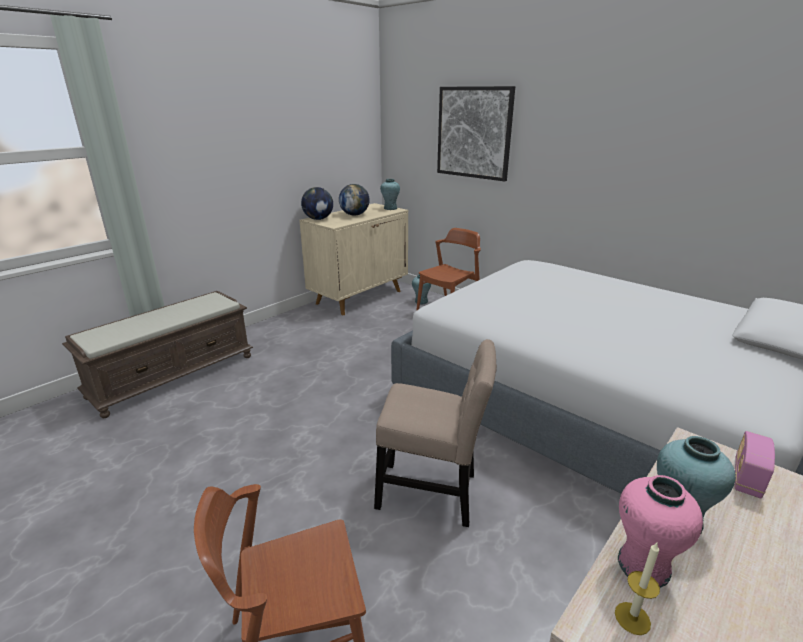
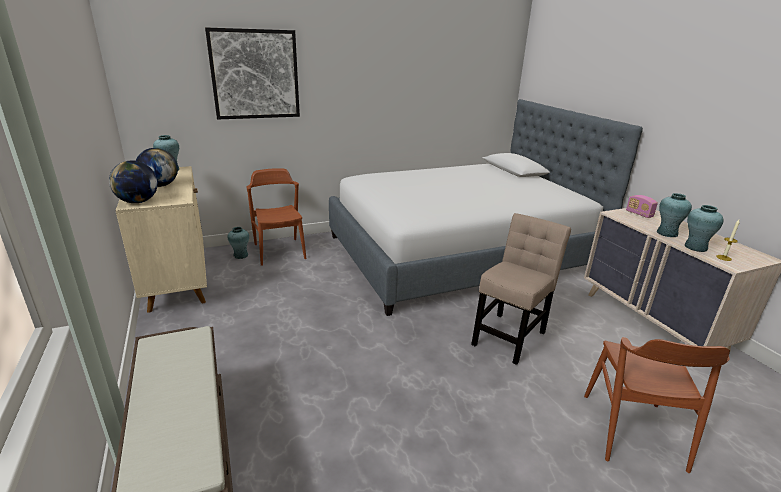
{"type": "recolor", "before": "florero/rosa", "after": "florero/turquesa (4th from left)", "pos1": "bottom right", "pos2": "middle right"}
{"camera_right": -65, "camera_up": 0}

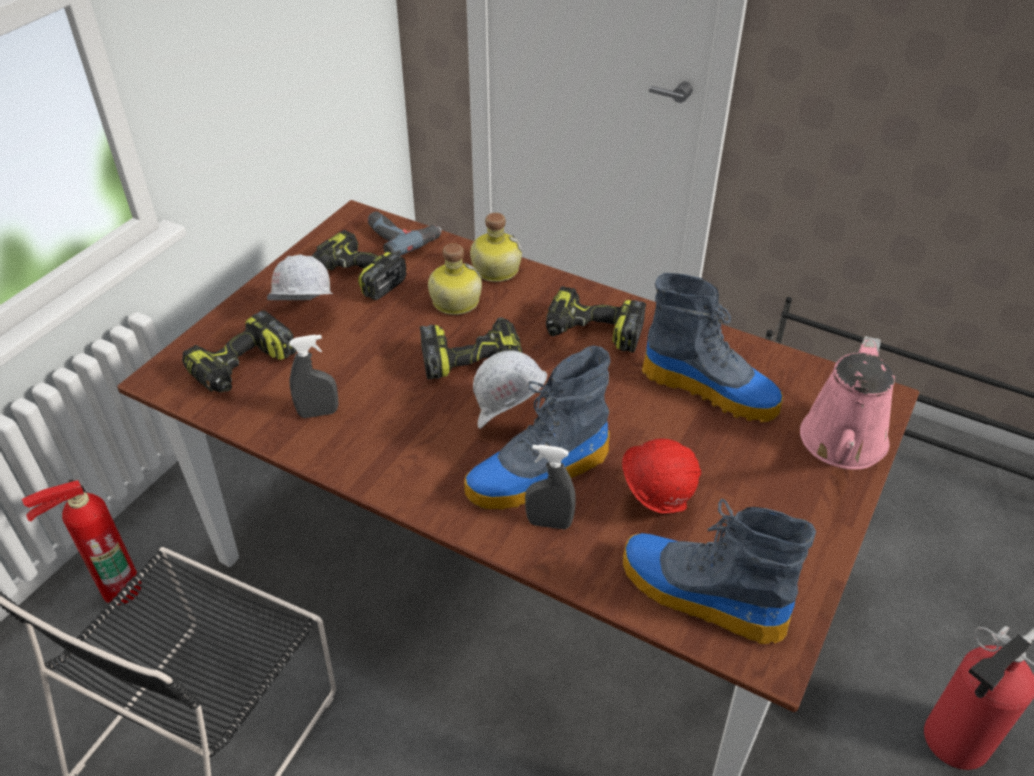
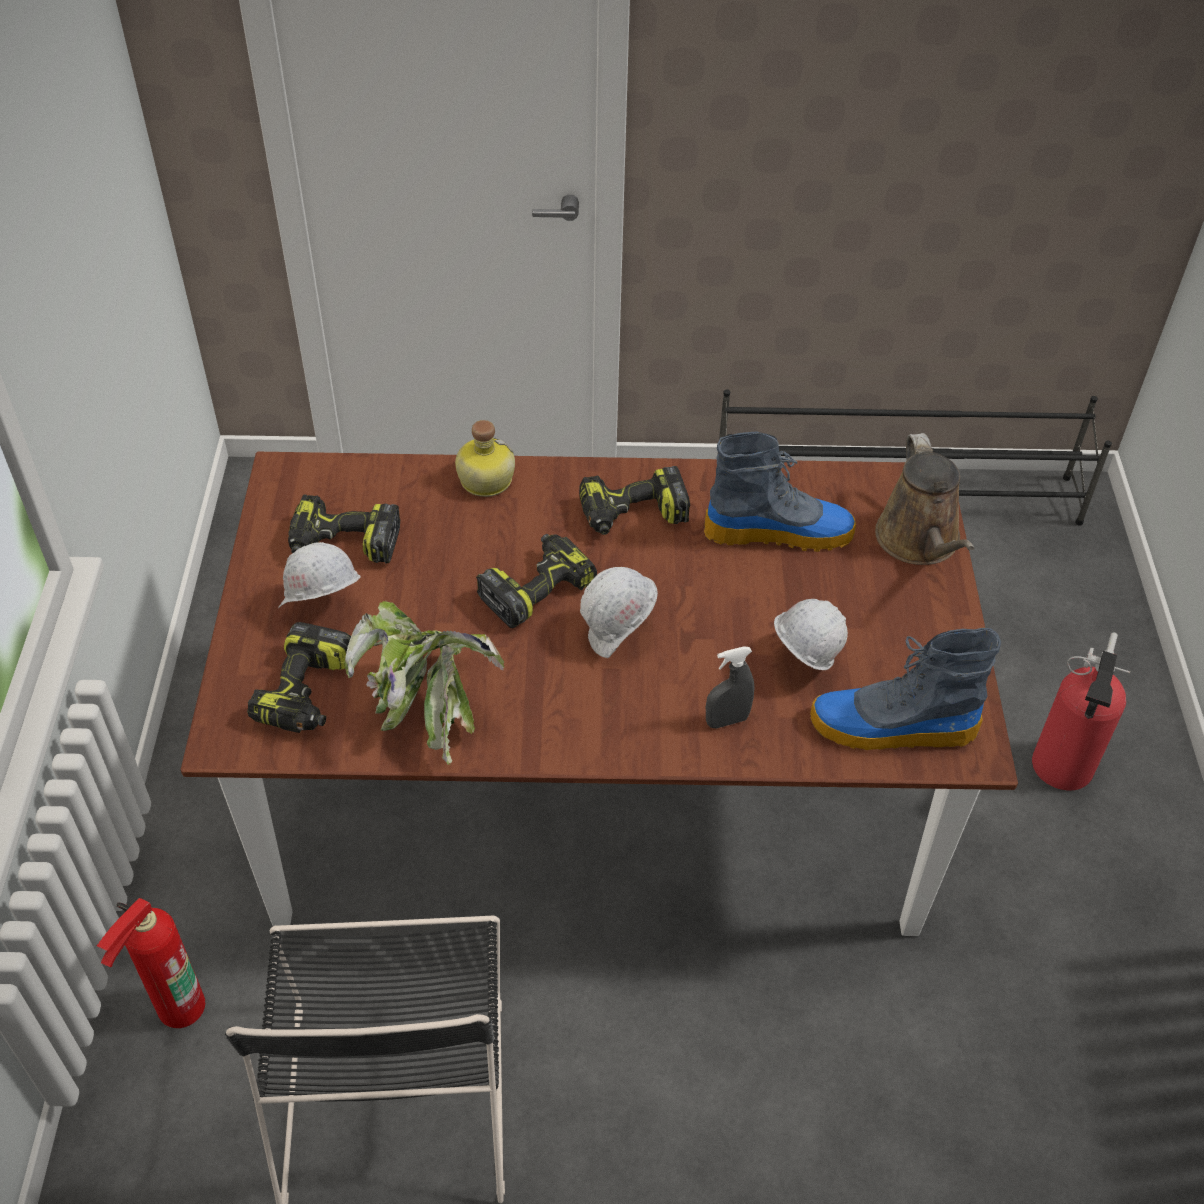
{"type": "replace", "before": "pulverizador/gris (1st from left)", "after": "planta en maceta", "pos1": "middle left", "pos2": "centre"}
{"type": "recolor", "before": "casco/rojo", "after": "casco/blanco (3rd from left)", "pos1": "centre", "pos2": "middle right"}
{"type": "recolor", "before": "regadera/rosa", "after": "regadera/marrón", "pos1": "middle right", "pos2": "middle right"}
{"type": "delete", "before": "taladro (3rd from left)", "pos1": "top centre"}
{"type": "delete", "before": "botella (1st from left)", "pos1": "centre"}
{"type": "delete", "before": "bota (1st from left)", "pos1": "centre"}
{"camera_right": -30, "camera_up": 5}

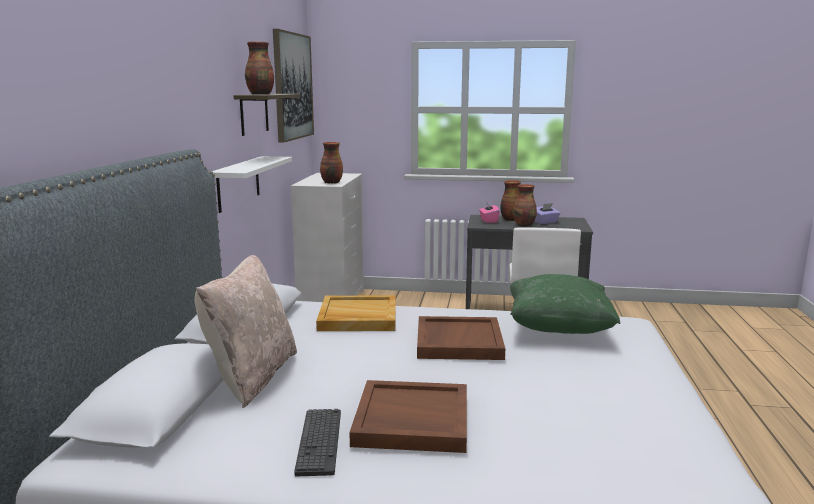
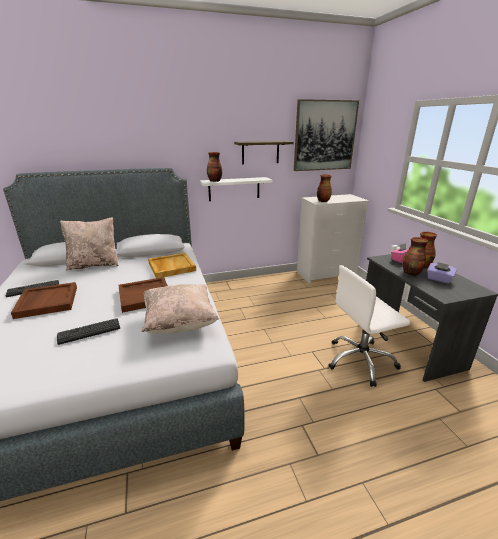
{"type": "insert", "after": "teclado (2nd from left)", "pos2": "middle left"}
{"type": "recolor", "before": "cojín/verde", "after": "cojín/beis (2nd from left)", "pos1": "middle right", "pos2": "centre"}
{"type": "move", "before": "florero (1st from left)", "pos1": "top left", "pos2": "top centre"}
{"camera_right": 65, "camera_up": 10}

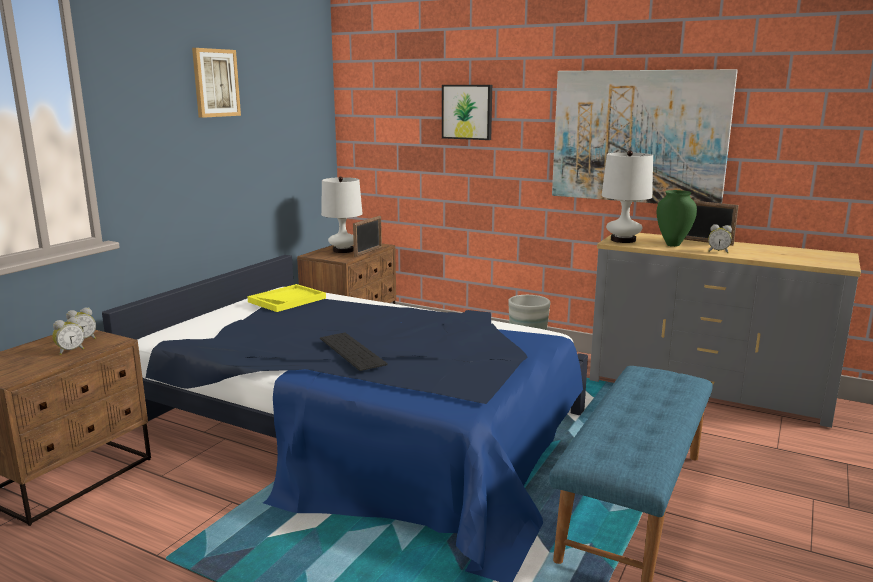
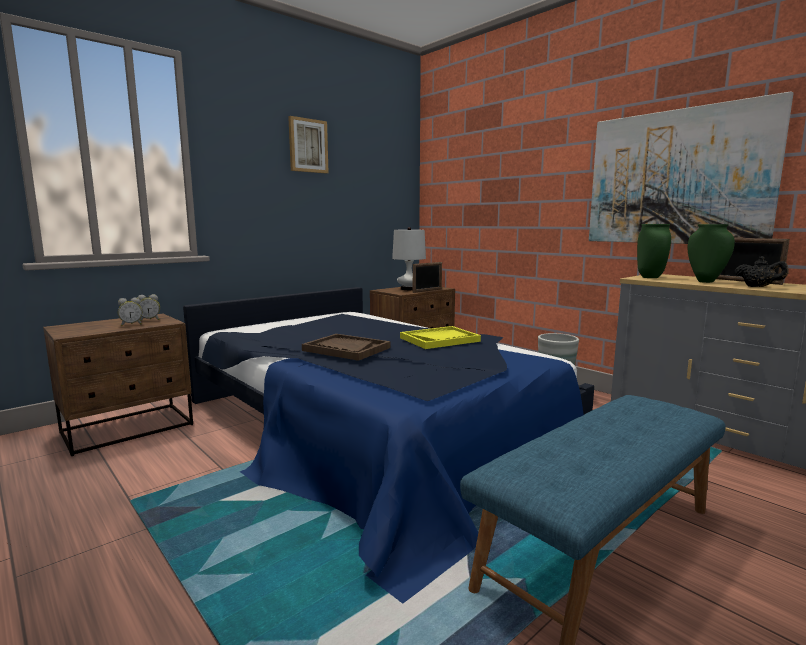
{"type": "replace", "before": "teclado", "after": "bandeja/marrón", "pos1": "centre", "pos2": "centre"}
{"type": "move", "before": "bandeja/amarillo", "pos1": "middle left", "pos2": "centre"}
{"type": "replace", "before": "lámpara de mesa/blanco (2nd from left)", "after": "florero/verde (1st from left)", "pos1": "middle right", "pos2": "middle right"}
{"type": "replace", "before": "despertador (3rd from left)", "after": "tetera/negro", "pos1": "middle right", "pos2": "middle right"}
{"type": "delete", "before": "cuadro (2nd from left)", "pos1": "top centre"}
{"camera_right": 20, "camera_up": -5}

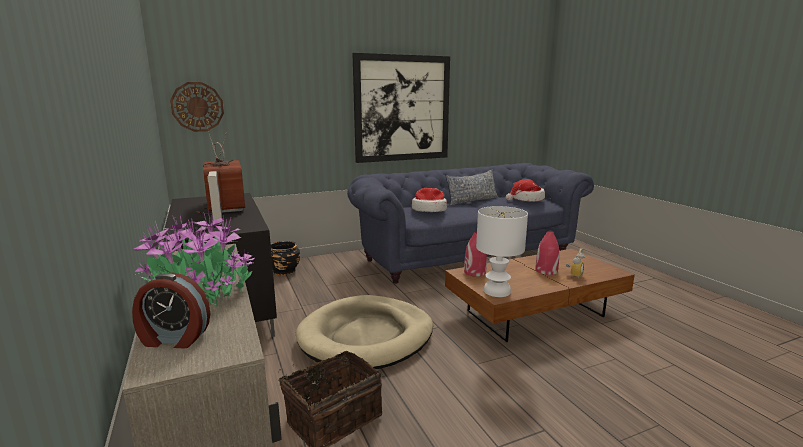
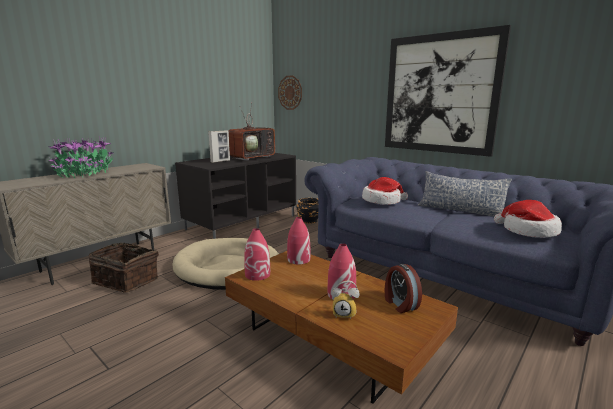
{"type": "replace", "before": "lámpara de mesa/blanco", "after": "florero/rojo (1st from left)", "pos1": "centre", "pos2": "centre"}
{"type": "move", "before": "despertador (1st from left in the first image)", "after": "despertador (2nd from left)", "pos1": "bottom left", "pos2": "bottom centre"}
{"camera_right": 65, "camera_up": 0}

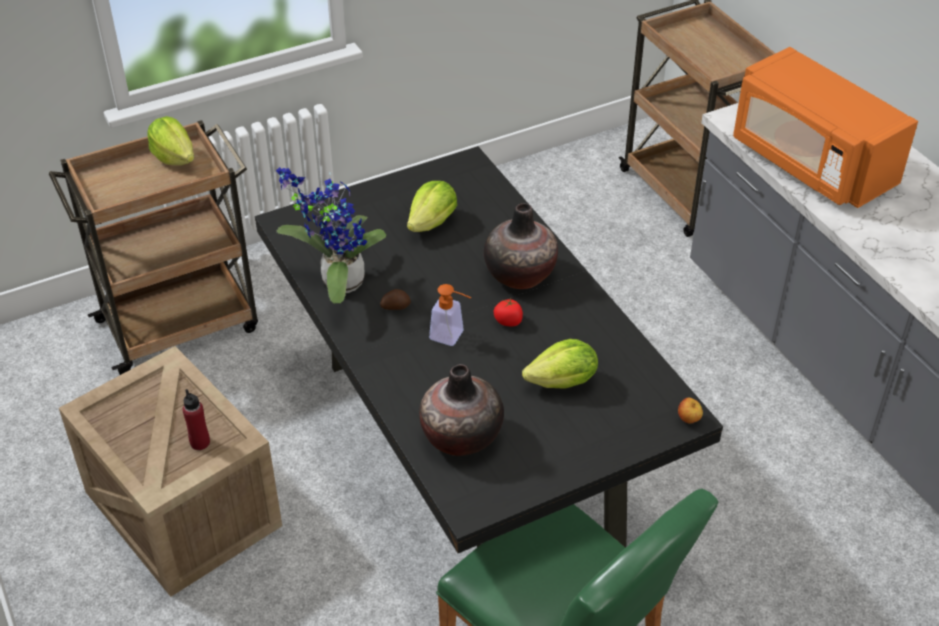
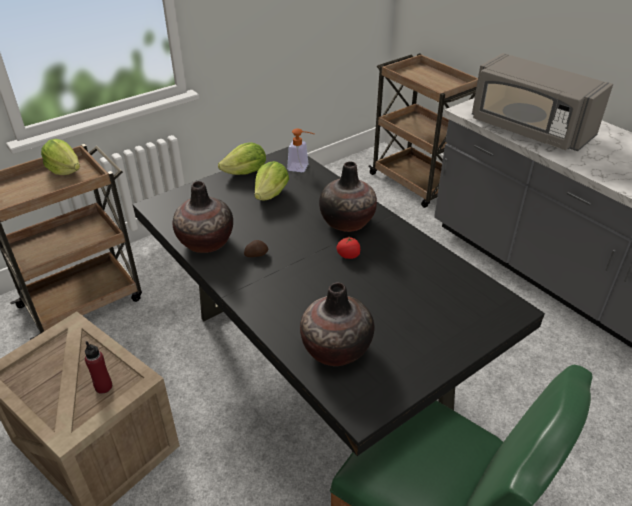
{"type": "replace", "before": "planta en maceta", "after": "florero (1st from left)", "pos1": "centre", "pos2": "middle left"}
{"type": "move", "before": "lechuga (3rd from left in the first image)", "after": "lechuga (2nd from left)", "pos1": "centre", "pos2": "top centre"}
{"type": "move", "before": "dispensador de jabón", "pos1": "centre", "pos2": "top centre"}
{"type": "recolor", "before": "microondas/naranja", "after": "microondas/gris", "pos1": "top right", "pos2": "top right"}
{"type": "delete", "before": "manzana", "pos1": "middle right"}
{"camera_right": -10, "camera_up": -5}

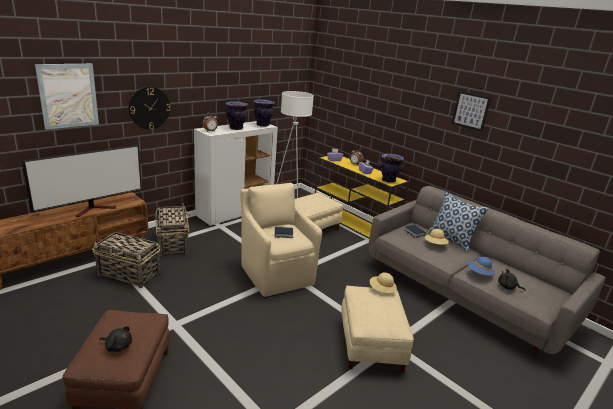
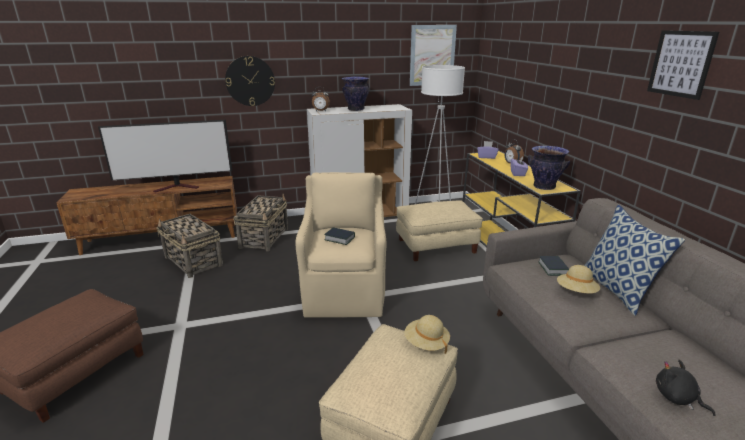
{"type": "move", "before": "cuadro (1st from left)", "pos1": "top left", "pos2": "top centre"}
{"type": "delete", "before": "peluche/negro (1st from left)", "pos1": "bottom left"}
{"type": "delete", "before": "florero (2nd from left)", "pos1": "top centre"}
{"type": "delete", "before": "sombrero/azul", "pos1": "middle right"}
{"camera_right": 30, "camera_up": 0}

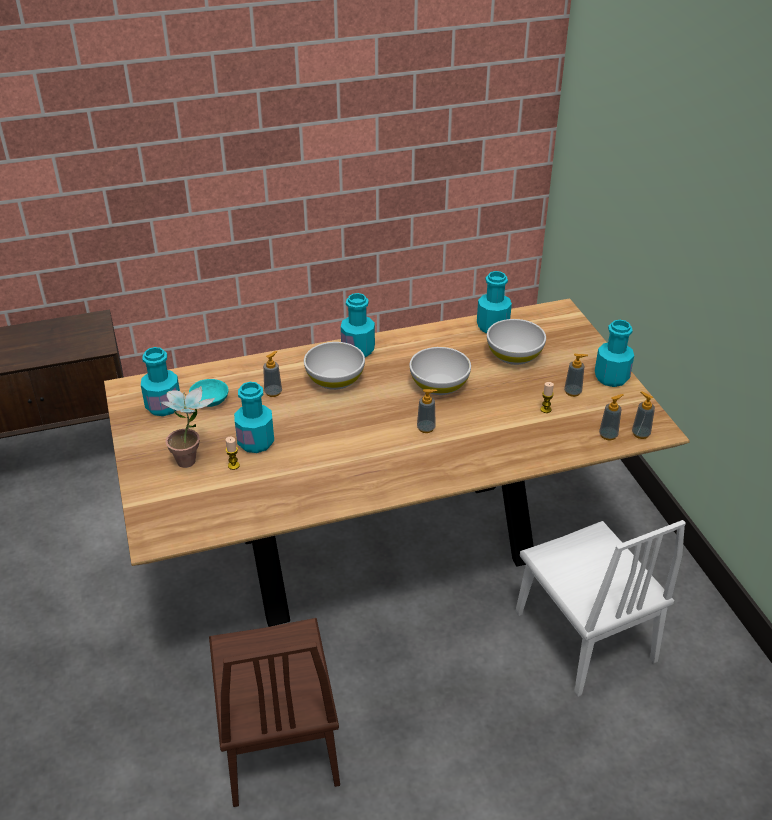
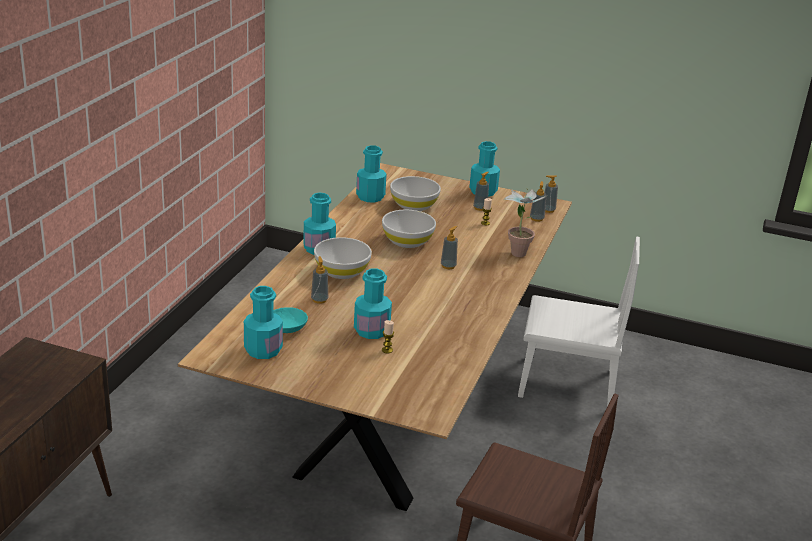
{"type": "move", "before": "planta en maceta", "pos1": "middle left", "pos2": "centre"}
{"camera_right": -55, "camera_up": -10}

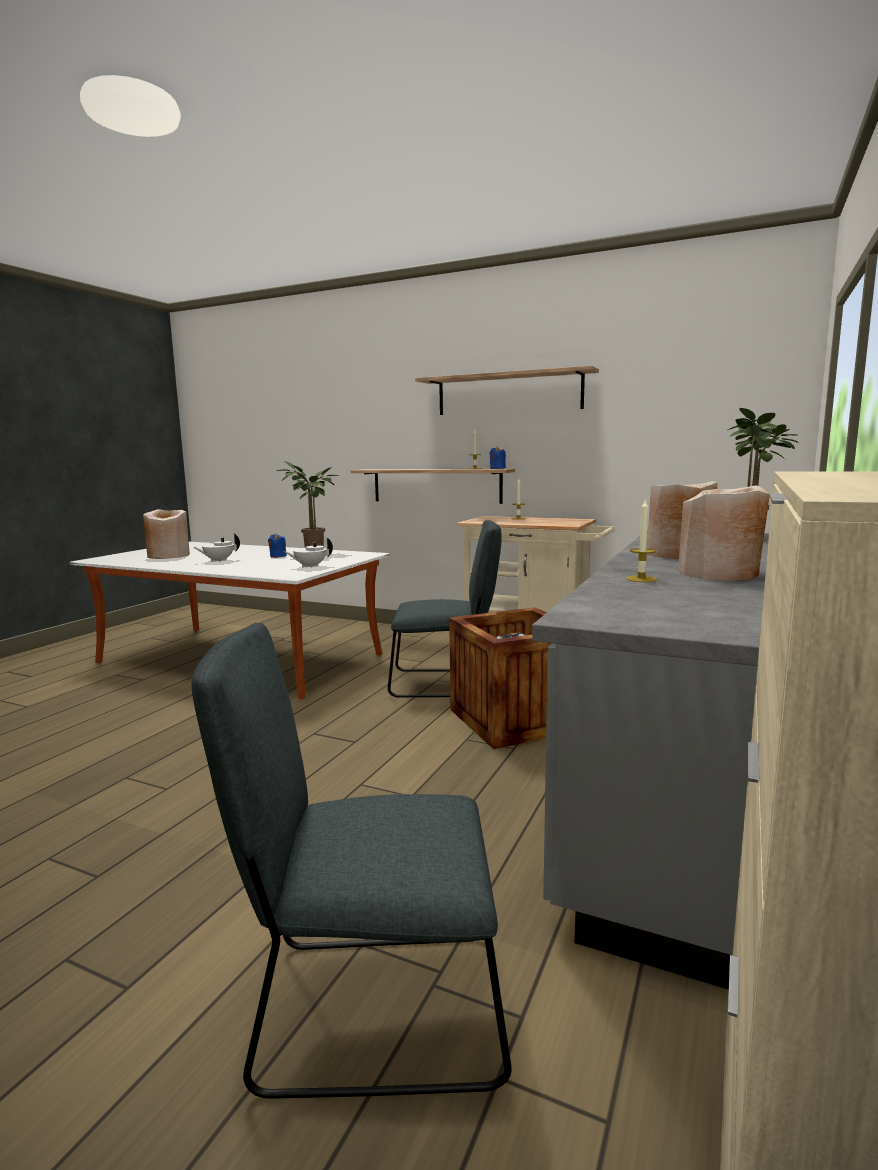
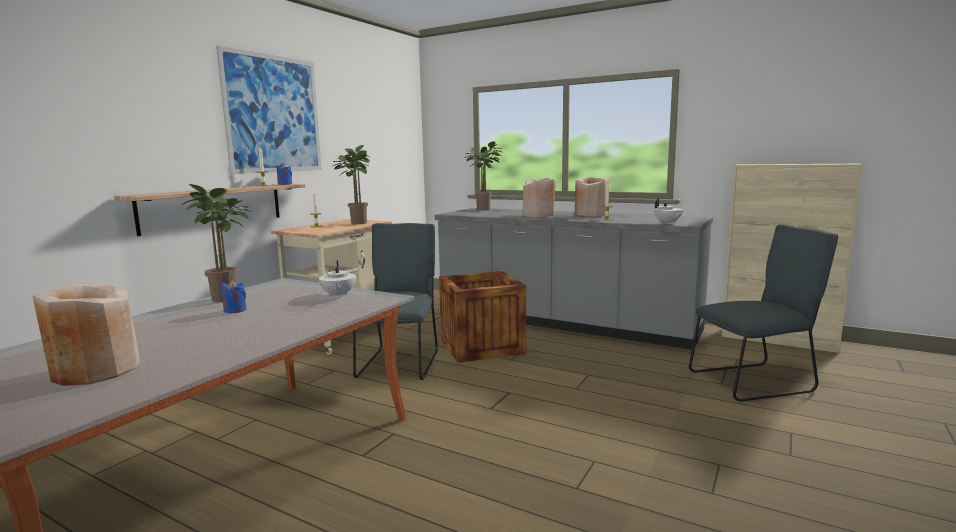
{"type": "replace", "before": "estante (2nd from left)", "after": "cuadro", "pos1": "centre", "pos2": "top left"}
{"type": "insert", "after": "planta en maceta (2nd from left)", "pos2": "centre"}
{"type": "move", "before": "tetera/blanco (1st from left in the first image)", "after": "tetera/blanco (2nd from left)", "pos1": "middle left", "pos2": "middle right"}
{"type": "rotate", "before": "silla/gris (1st from left in the first image)", "pos1": "bottom centre", "pos2": "middle right", "turn": -105}
{"camera_right": -85, "camera_up": 0}

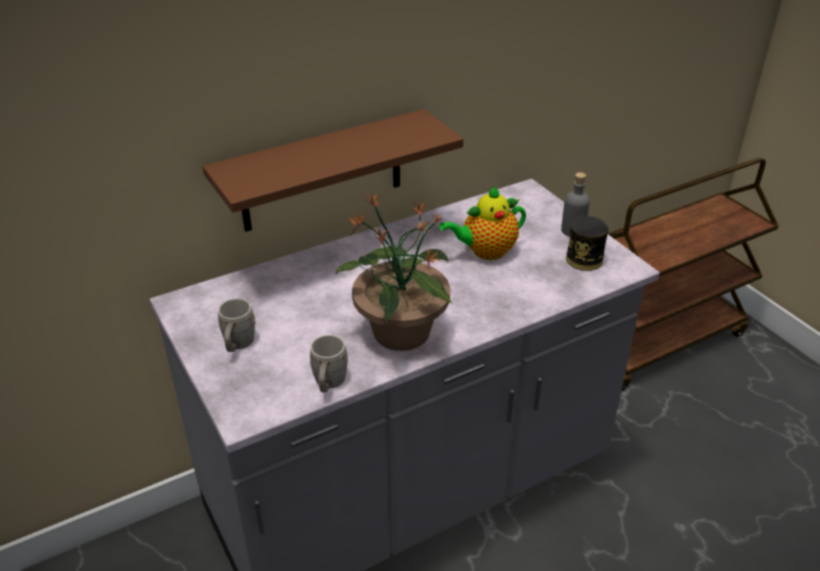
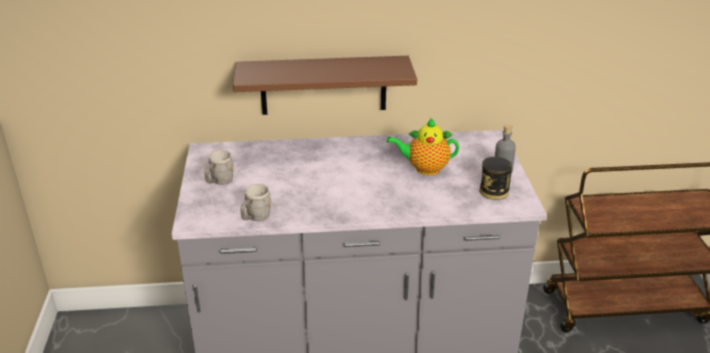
{"type": "delete", "before": "planta en maceta", "pos1": "centre"}
{"camera_right": 25, "camera_up": -5}

